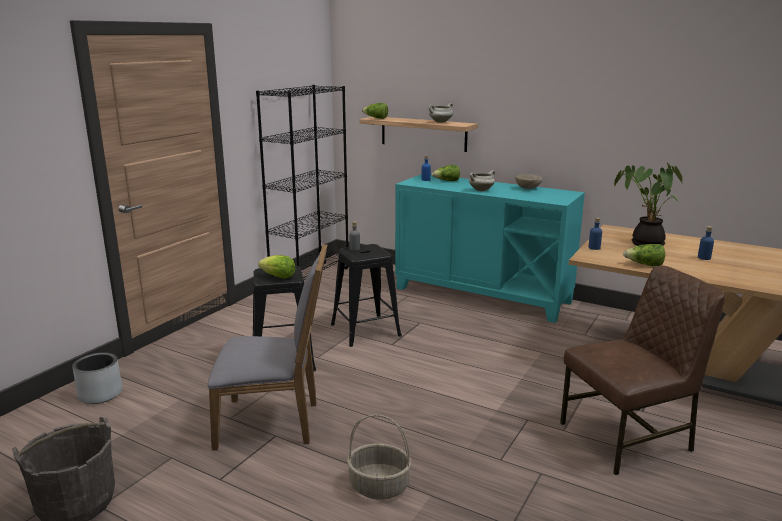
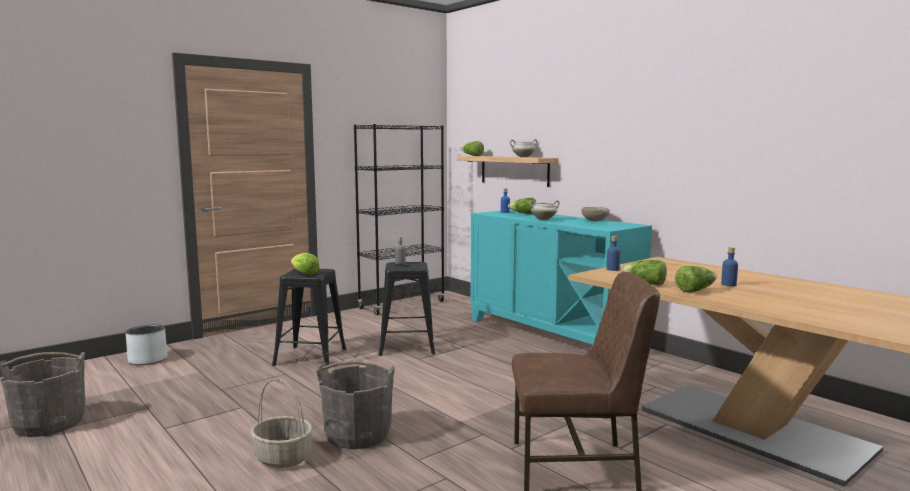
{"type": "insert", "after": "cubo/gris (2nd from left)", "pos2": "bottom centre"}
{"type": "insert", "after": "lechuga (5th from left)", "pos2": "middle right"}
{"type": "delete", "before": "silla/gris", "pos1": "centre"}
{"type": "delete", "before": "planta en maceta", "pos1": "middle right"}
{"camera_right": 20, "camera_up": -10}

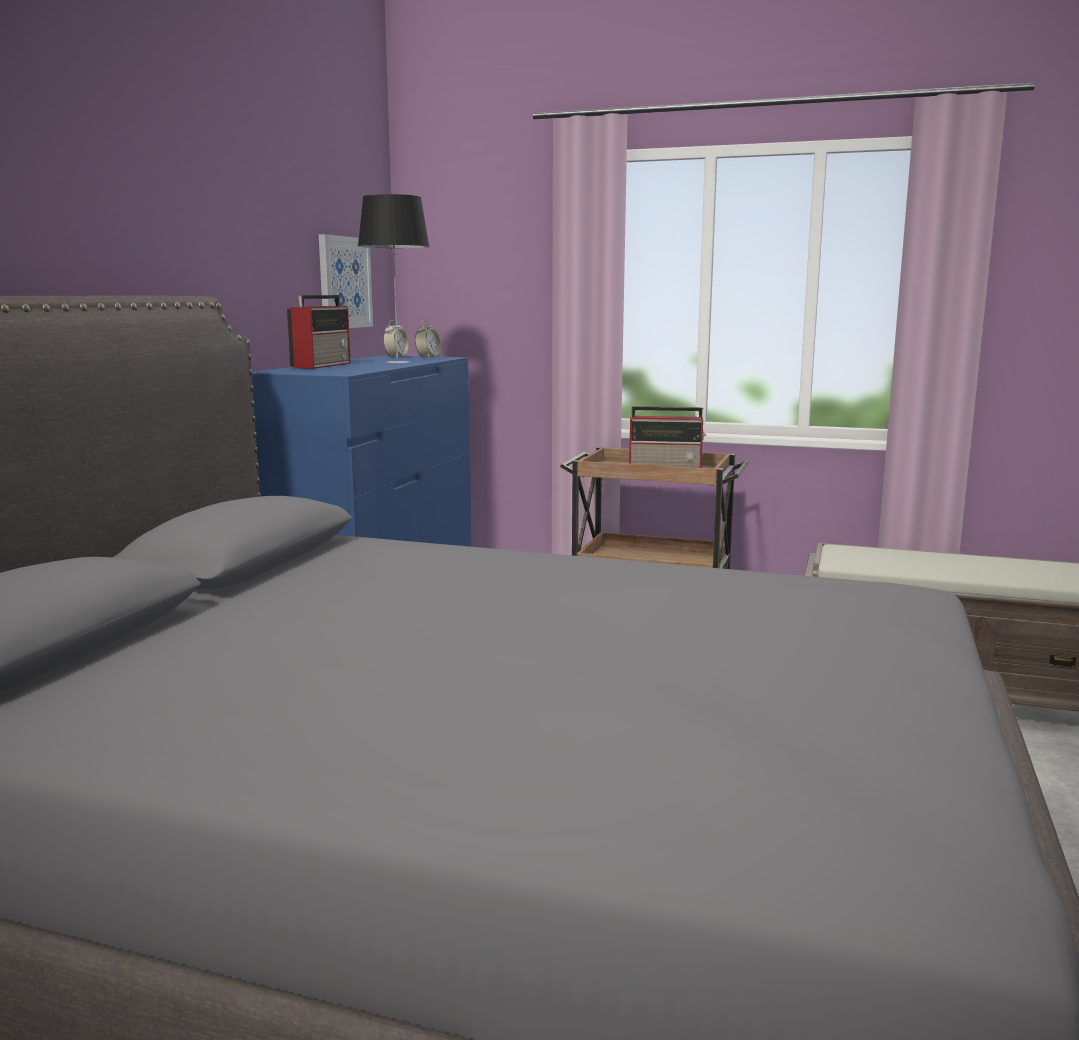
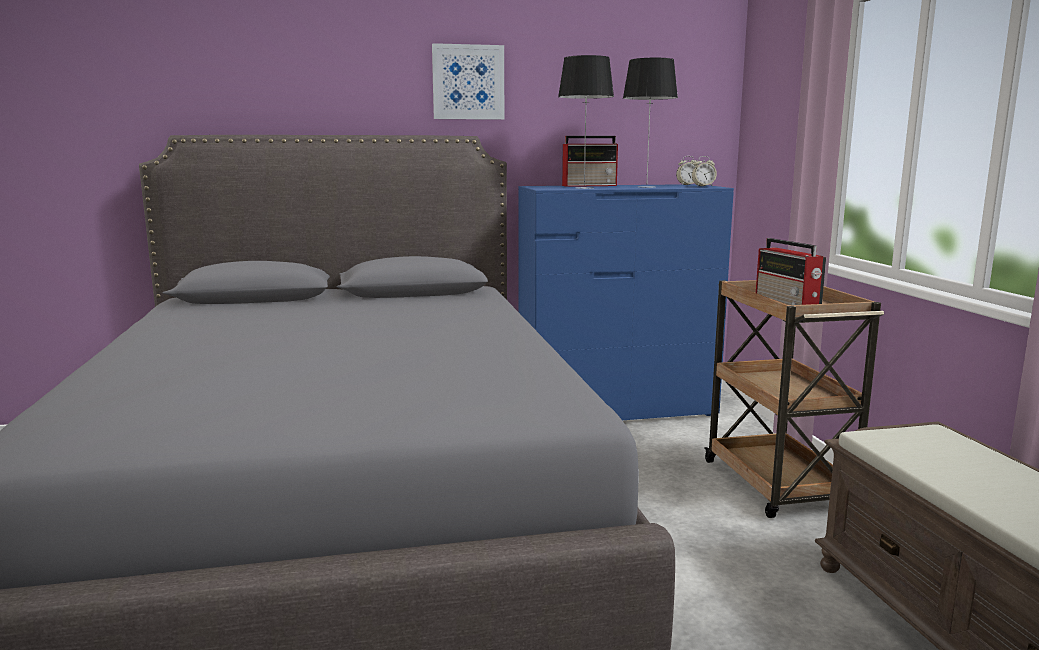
{"type": "move", "before": "cuadro", "pos1": "top left", "pos2": "top centre"}
{"type": "insert", "after": "lámpara de mesa (1st from left)", "pos2": "top centre"}
{"camera_right": 60, "camera_up": 0}

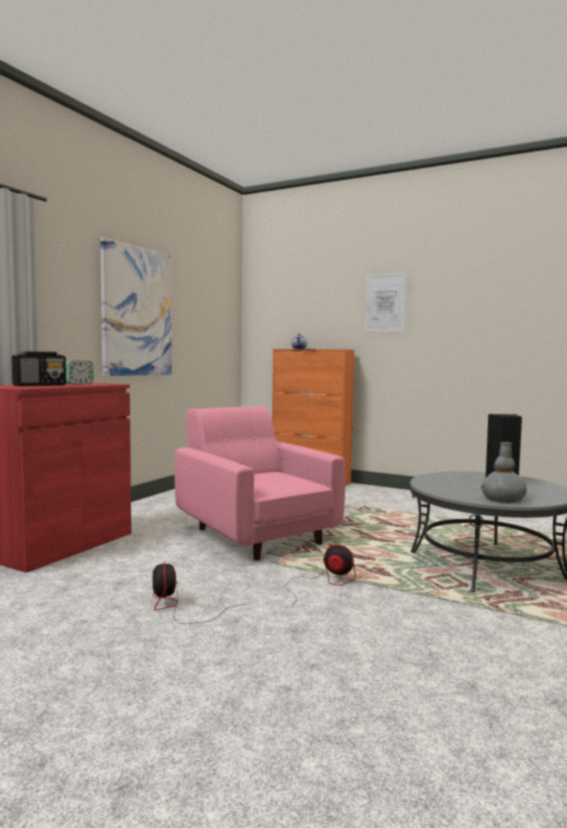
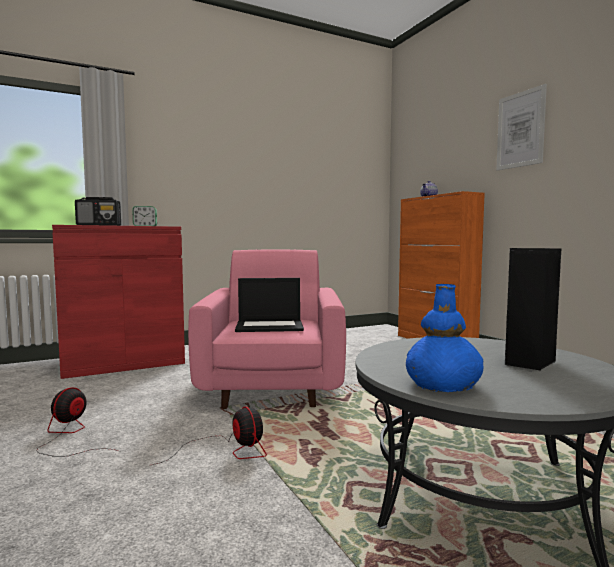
{"type": "insert", "after": "portátil", "pos2": "centre"}
{"type": "recolor", "before": "florero/gris", "after": "florero/azul", "pos1": "middle right", "pos2": "middle right"}
{"type": "delete", "before": "cuadro (1st from left)", "pos1": "middle left"}
{"camera_right": 35, "camera_up": 0}

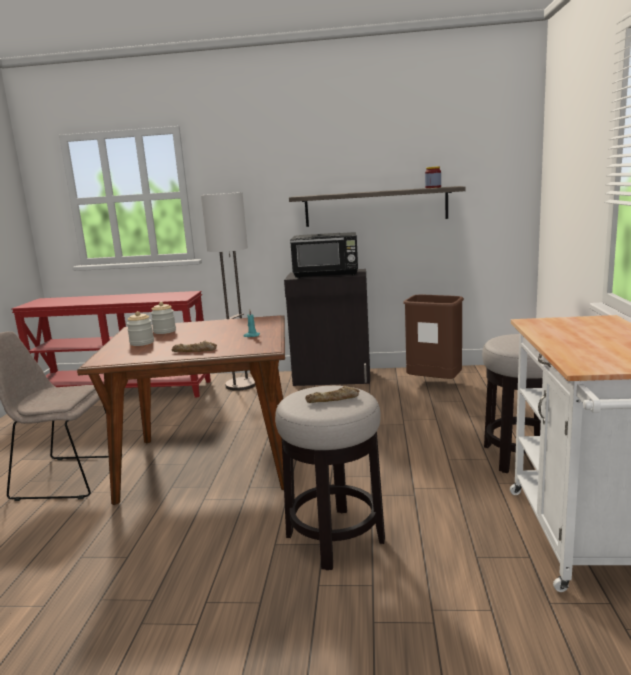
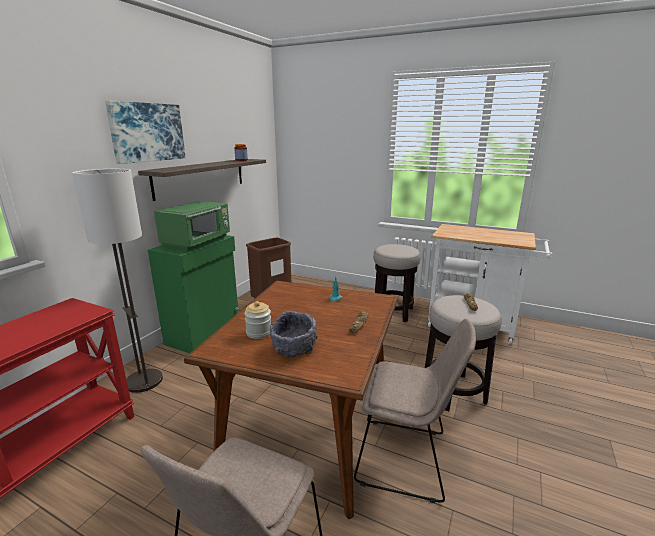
{"type": "insert", "after": "cuadro", "pos2": "top left"}
{"type": "recolor", "before": "armario/negro", "after": "armario/verde", "pos1": "centre", "pos2": "middle left"}
{"type": "recolor", "before": "microondas/negro", "after": "microondas/verde", "pos1": "centre", "pos2": "middle left"}
{"type": "replace", "before": "tarro (1st from left)", "after": "cuenco/gris", "pos1": "middle left", "pos2": "centre"}
{"type": "insert", "after": "silla/beis (2nd from left)", "pos2": "bottom centre"}
{"camera_right": -70, "camera_up": 5}

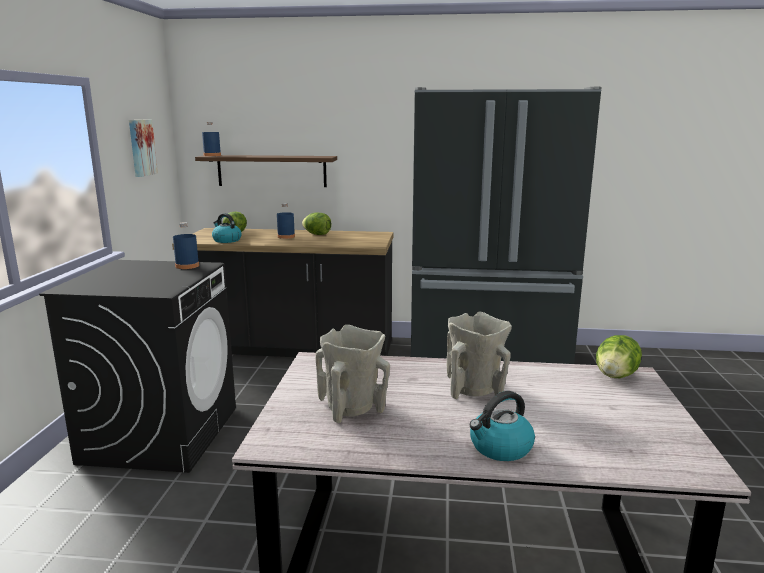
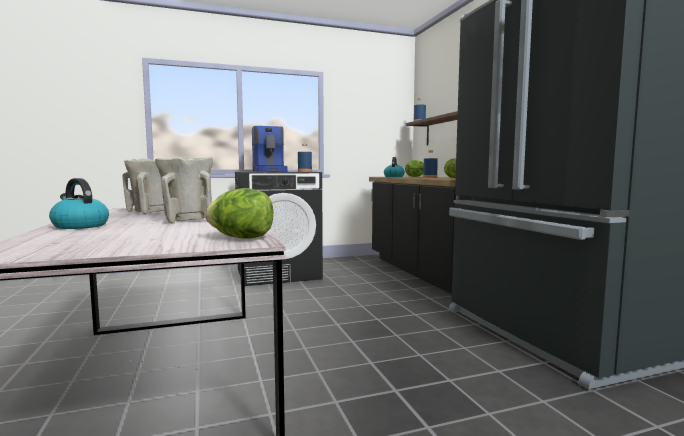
{"type": "insert", "after": "cafetera", "pos2": "centre"}
{"type": "delete", "before": "cuadro", "pos1": "top left"}
{"camera_right": 65, "camera_up": -10}

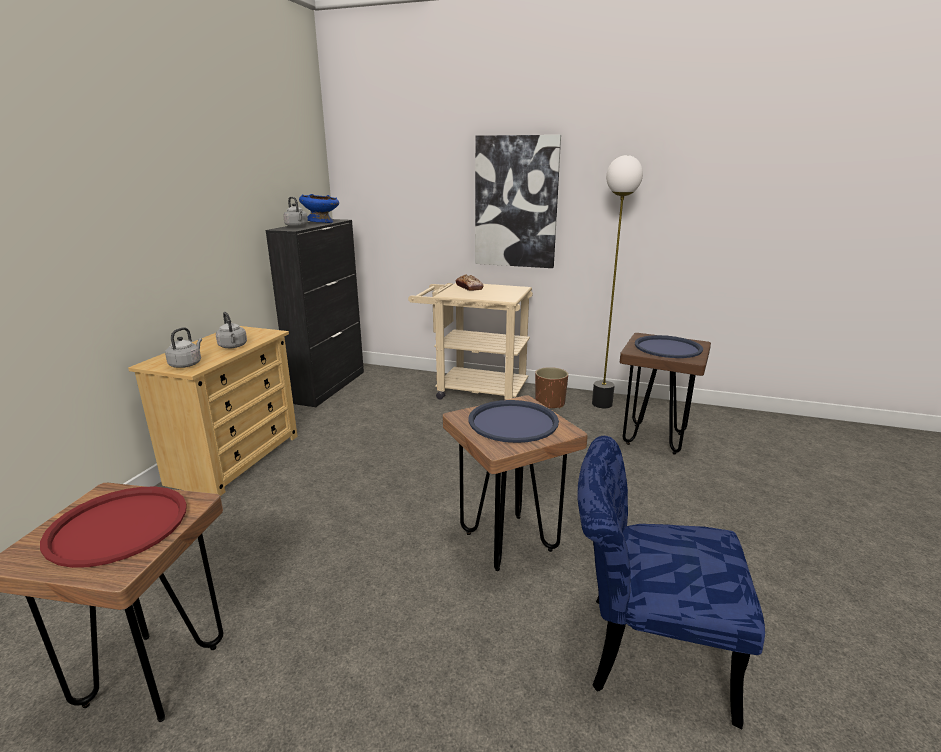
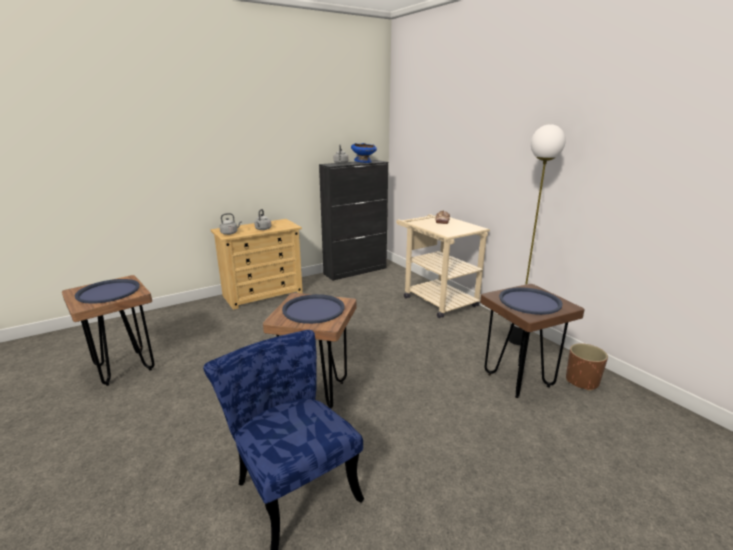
{"type": "recolor", "before": "bandeja/rojo", "after": "bandeja/azul (1st from left)", "pos1": "bottom left", "pos2": "middle left"}
{"type": "move", "before": "maceta/marrón", "pos1": "centre", "pos2": "bottom right"}
{"type": "delete", "before": "cuadro", "pos1": "top centre"}
{"camera_right": 40, "camera_up": 0}

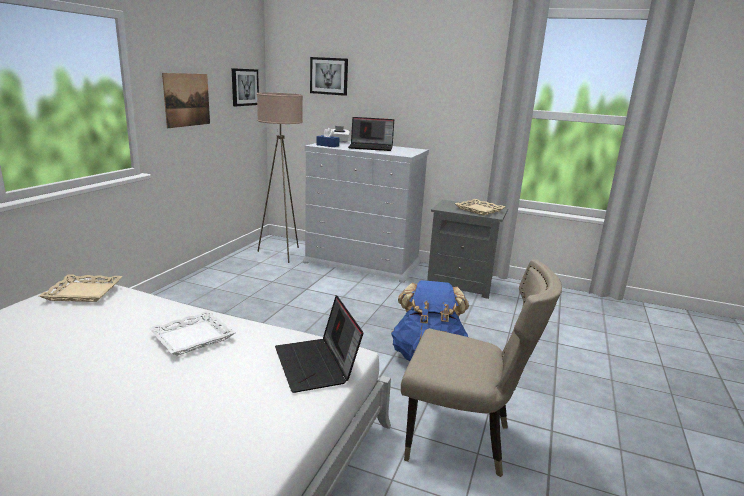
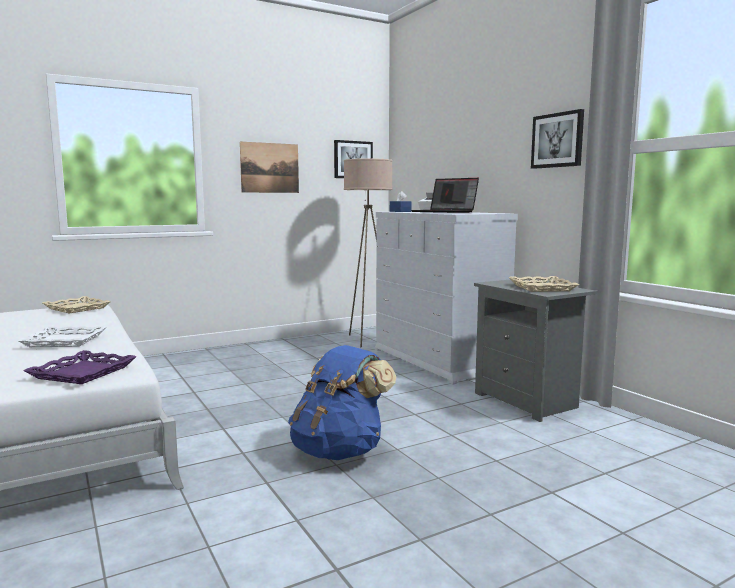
{"type": "replace", "before": "portátil (1st from left)", "after": "bandeja/morado", "pos1": "bottom centre", "pos2": "middle left"}
{"type": "move", "before": "cuadro (3rd from left)", "pos1": "top centre", "pos2": "top right"}
{"type": "delete", "before": "silla/beis", "pos1": "bottom centre"}
{"camera_right": 40, "camera_up": -10}

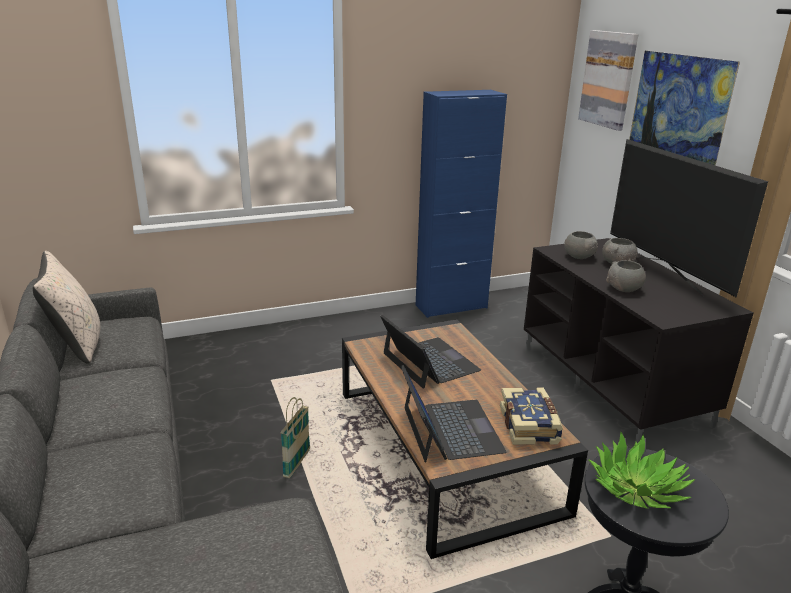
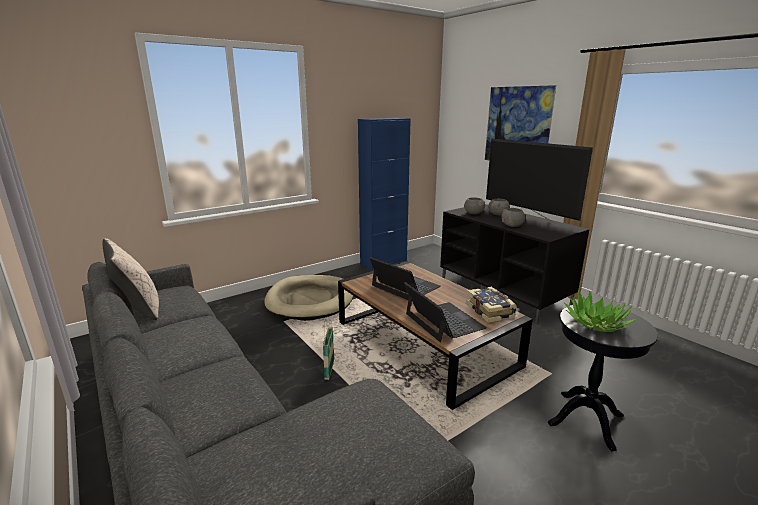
{"type": "insert", "after": "cama para perro/beis", "pos2": "centre"}
{"type": "delete", "before": "cuadro (1st from left)", "pos1": "top right"}
{"camera_right": -15, "camera_up": -5}

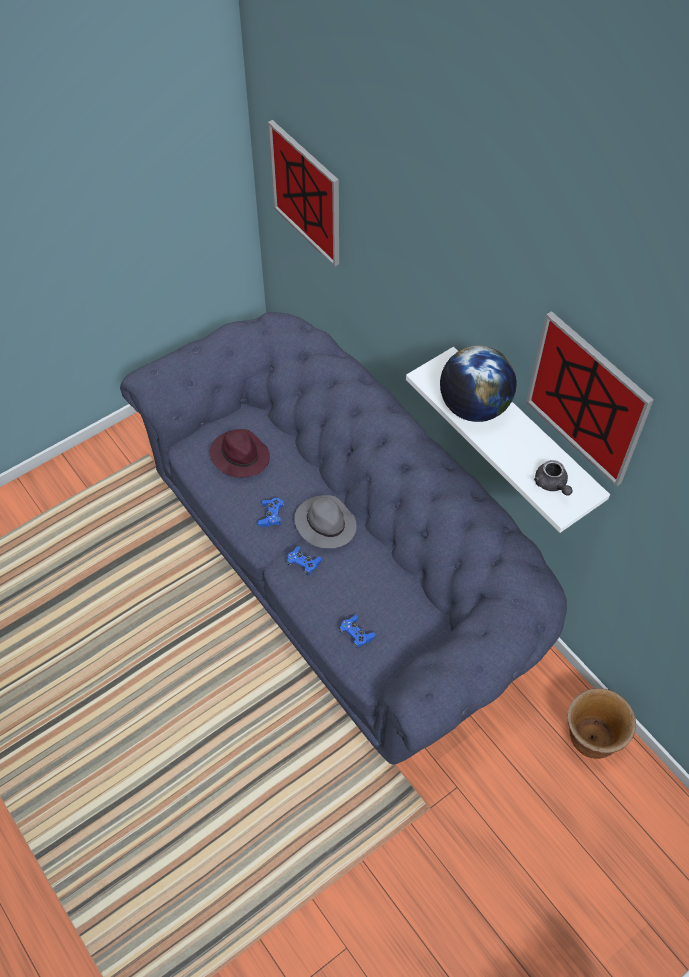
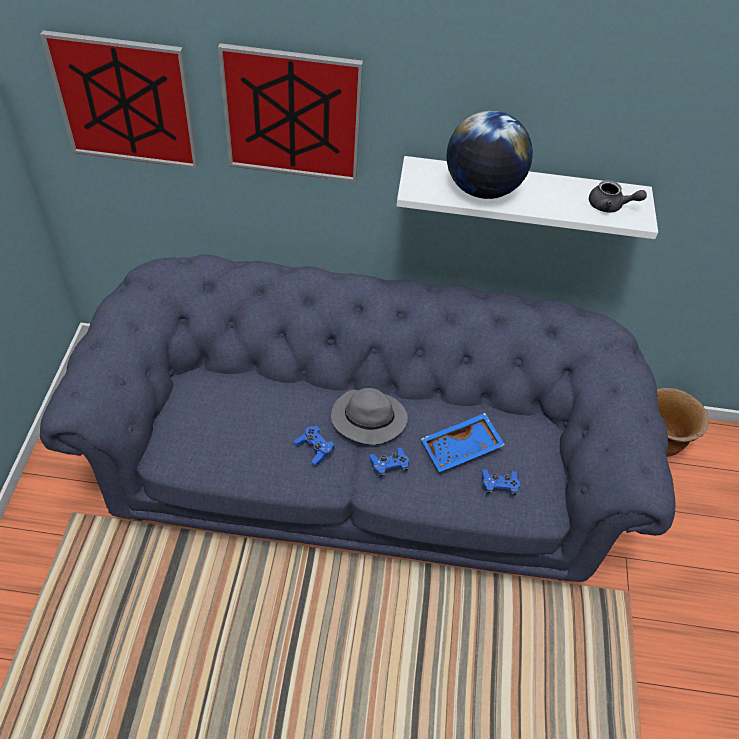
{"type": "move", "before": "cuadro (2nd from left)", "pos1": "middle right", "pos2": "top centre"}
{"type": "insert", "after": "bandeja/azul", "pos2": "centre"}
{"type": "delete", "before": "sombrero/morado", "pos1": "centre"}
{"camera_right": -50, "camera_up": -5}

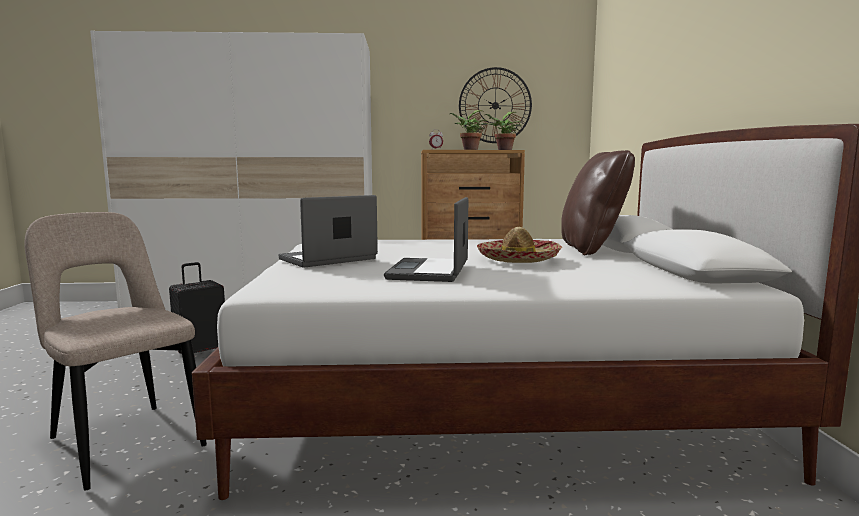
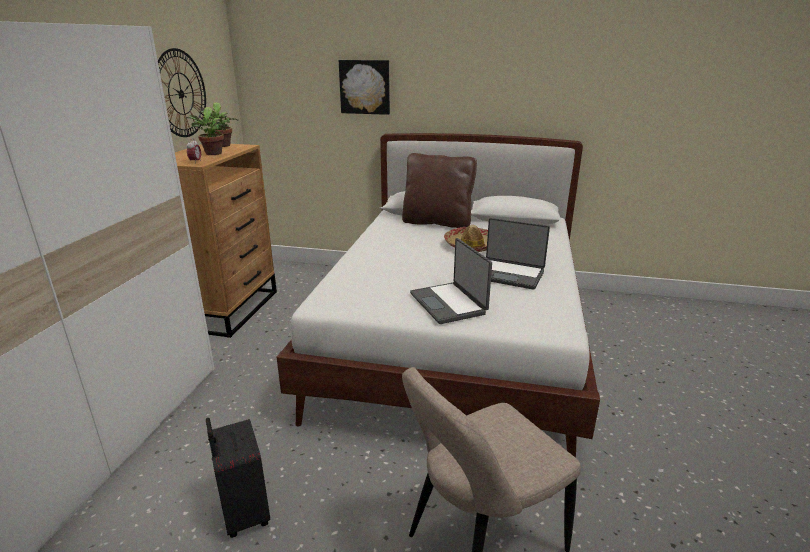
{"type": "insert", "after": "cuadro", "pos2": "top centre"}
{"camera_right": -75, "camera_up": 15}

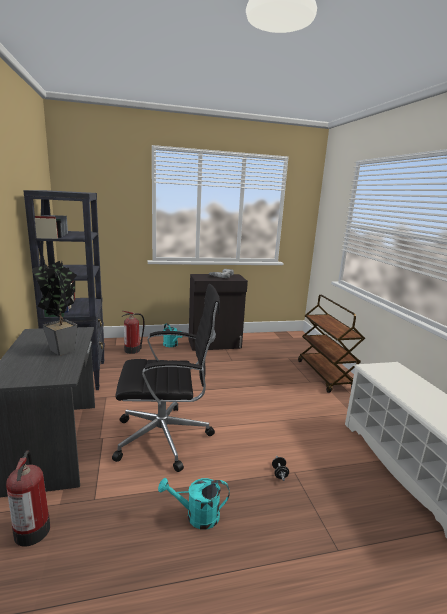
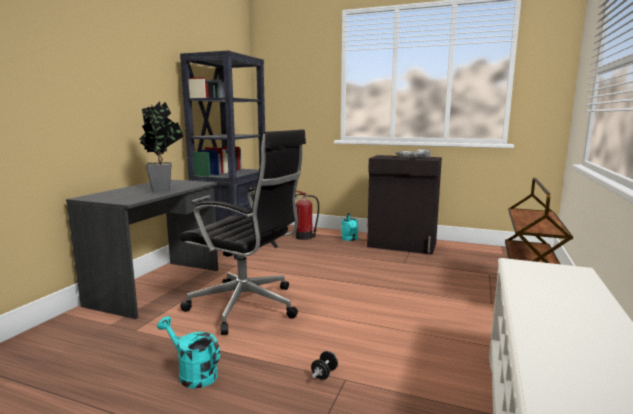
{"type": "delete", "before": "extintor (1st from left)", "pos1": "bottom left"}
{"camera_right": 35, "camera_up": -5}

